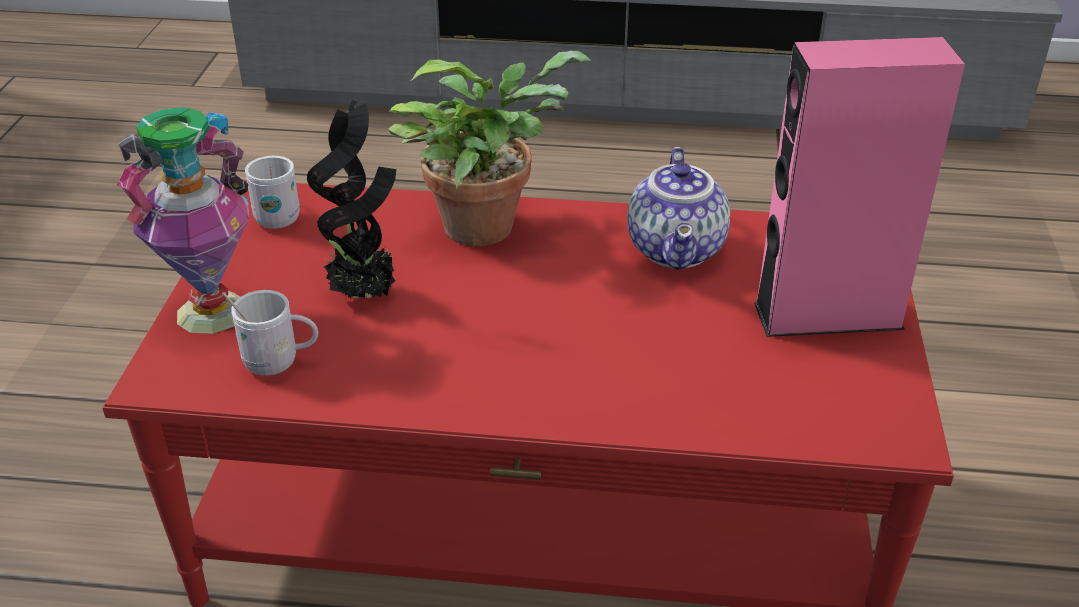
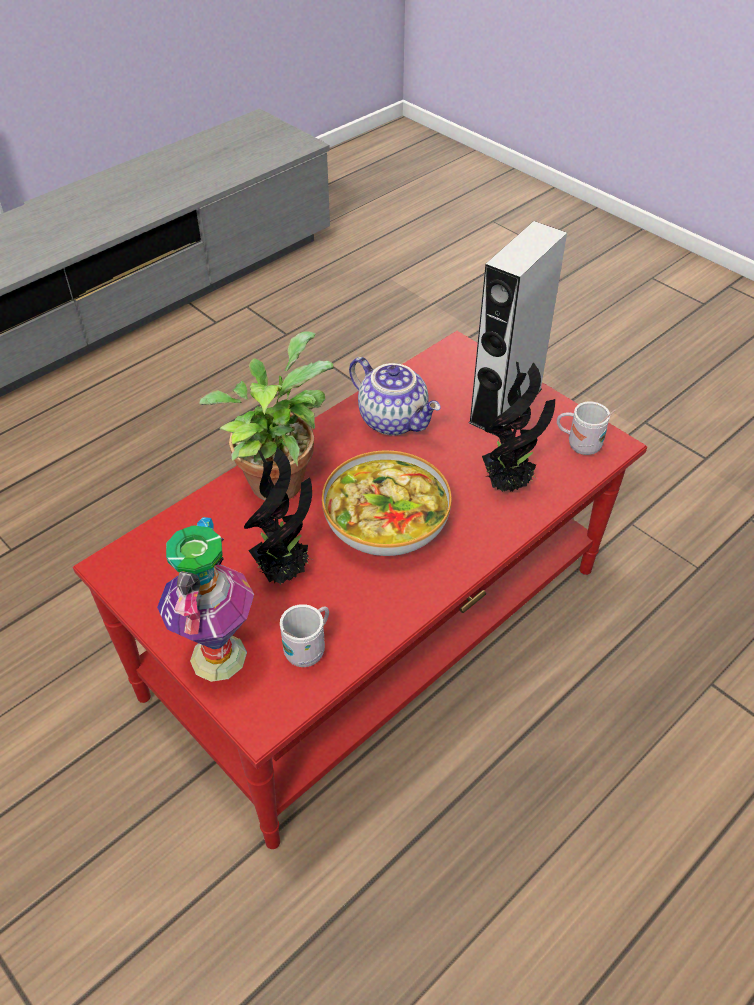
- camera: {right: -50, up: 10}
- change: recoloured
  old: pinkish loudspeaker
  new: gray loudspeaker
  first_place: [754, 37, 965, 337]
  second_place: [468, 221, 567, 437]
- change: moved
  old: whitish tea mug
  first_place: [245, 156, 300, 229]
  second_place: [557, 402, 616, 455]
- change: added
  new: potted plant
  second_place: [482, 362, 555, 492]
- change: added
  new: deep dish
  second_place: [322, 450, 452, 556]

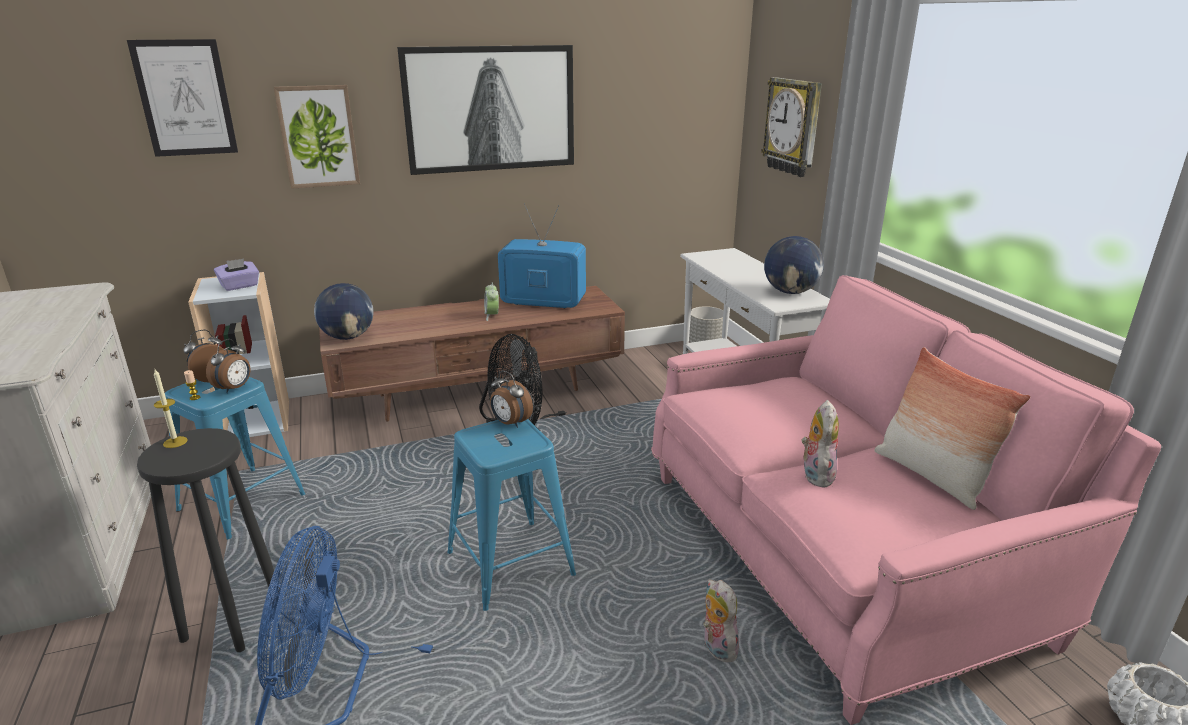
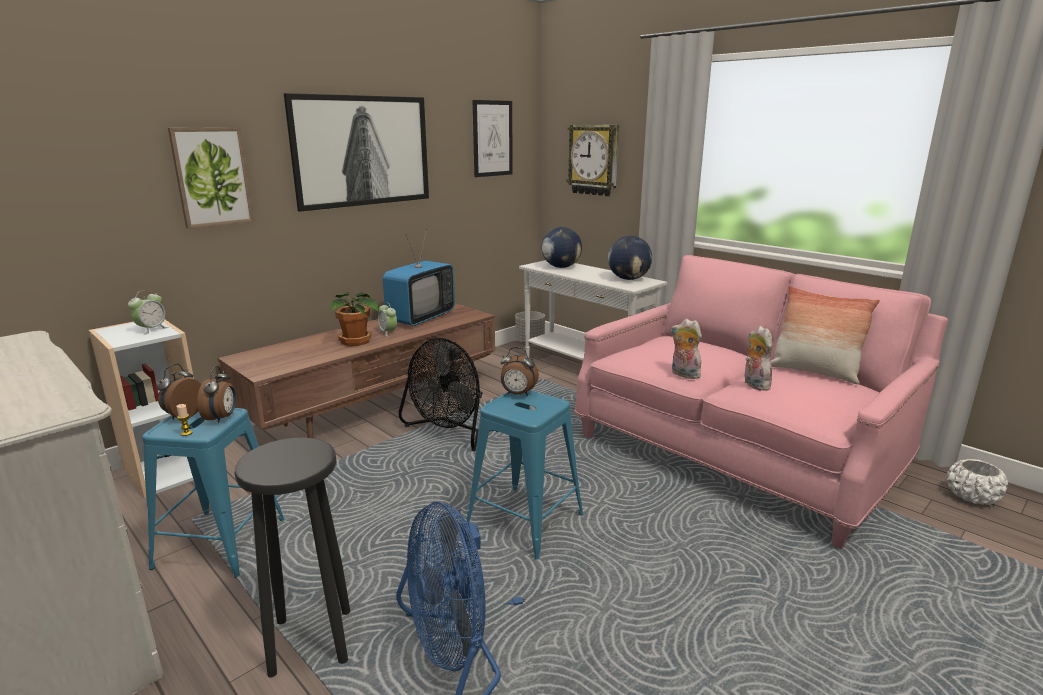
- camera: {right: -25, up: -5}
- change: moved
  old: wall art
  first_place: [127, 39, 238, 157]
  second_place: [473, 100, 513, 177]
- change: turned
  old: TV set
  first_place: [498, 203, 586, 309]
  second_place: [383, 229, 455, 326]
  degrees: 135
- change: replaced
  old: purplish box of tissues
  new: bedside clock
  first_place: [214, 258, 259, 291]
  second_place: [128, 290, 169, 335]
- change: moved
  old: globe
  first_place: [314, 283, 374, 340]
  second_place: [542, 227, 582, 268]
- change: removed
  old: candle
  first_place: [154, 369, 188, 448]
- change: moved
  old: plush toy
  first_place: [703, 580, 739, 662]
  second_place: [671, 319, 702, 379]
- change: added
  new: potted plant
  second_place: [330, 292, 379, 346]

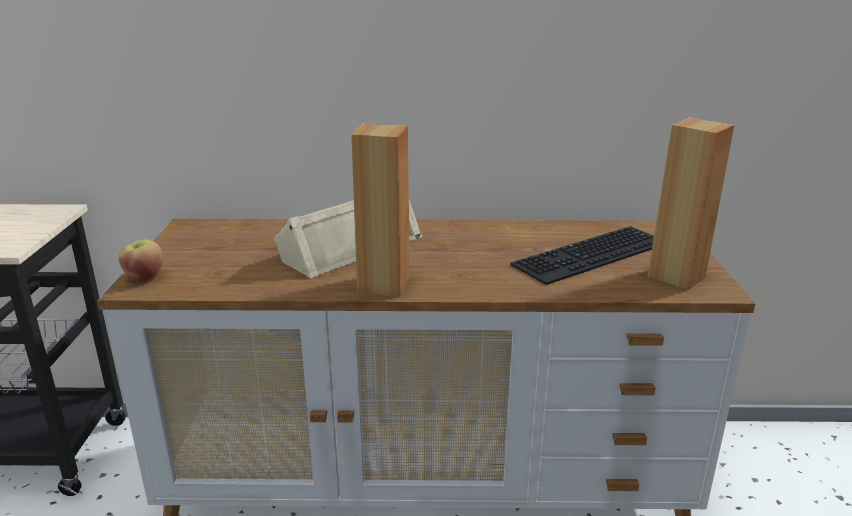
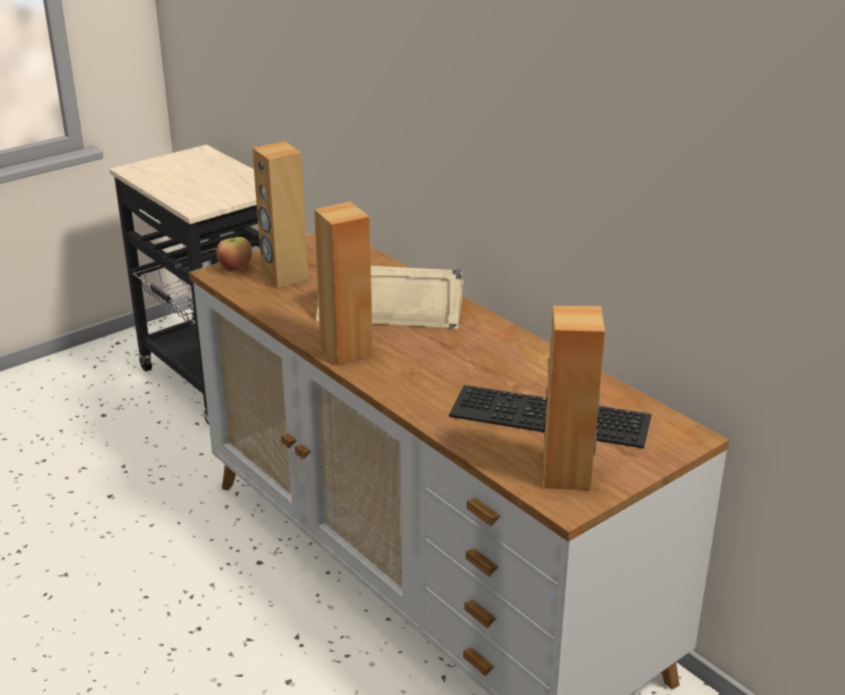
- camera: {right: 50, up: 5}
- change: added
  new: brown loudspeaker
  second_place: [252, 141, 309, 288]

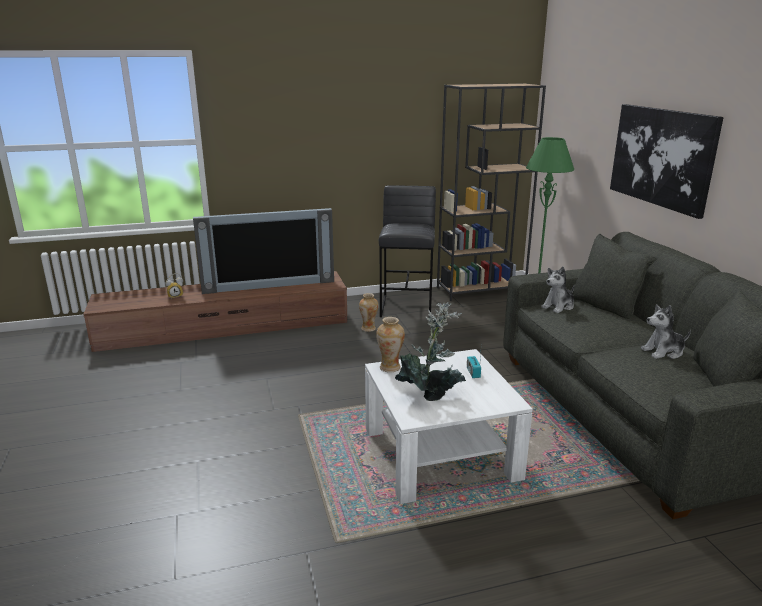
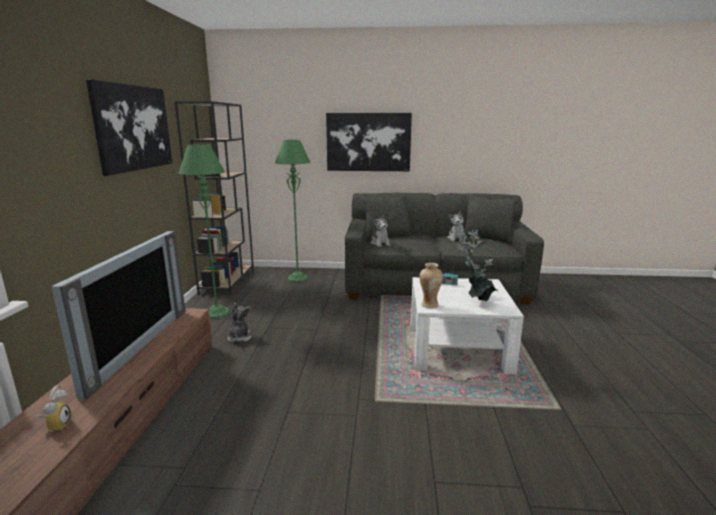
- camera: {right: -70, up: -5}
- change: replaced
  old: gray stool seat
  new: green-coloured standard lamp
  first_place: [379, 185, 436, 318]
  second_place: [178, 144, 230, 319]
- change: replaced
  old: decorative vase
  new: plush toy
  first_place: [359, 293, 379, 332]
  second_place: [228, 303, 252, 342]
- change: added
  new: wall art
  second_place: [86, 79, 172, 176]

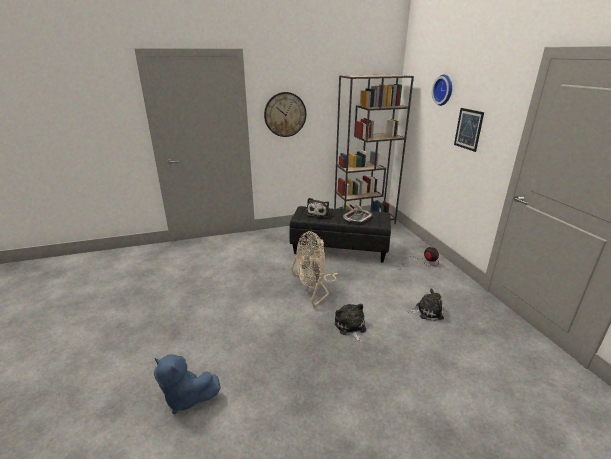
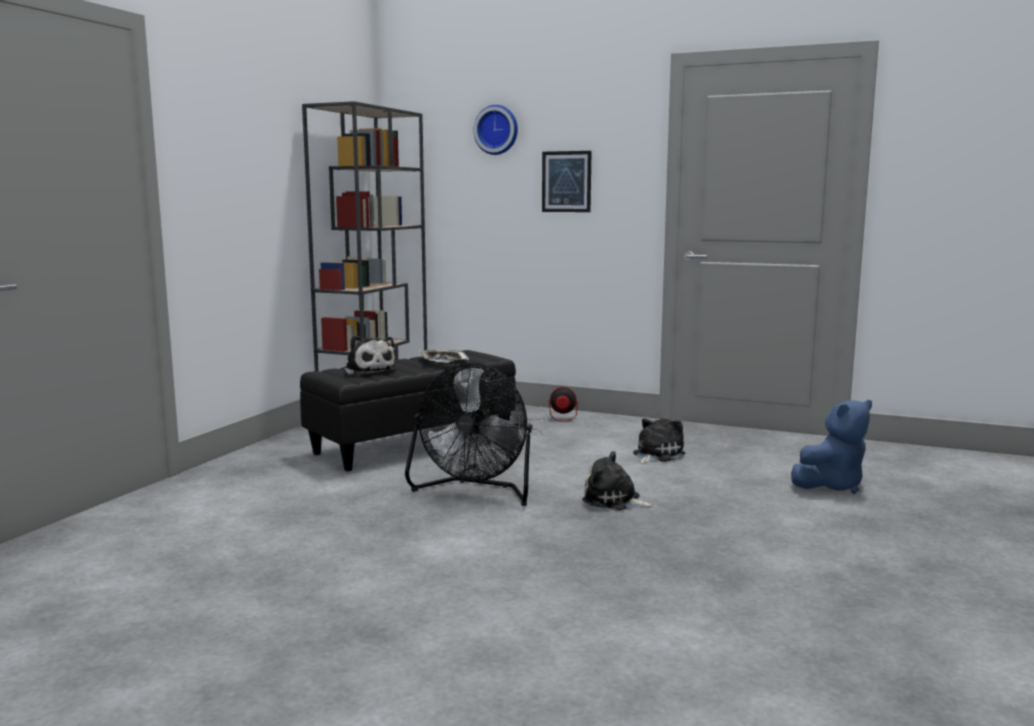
- camera: {right: -50, up: -15}
- change: removed
  old: wall clock
  first_place: [264, 92, 306, 137]
- change: recoloured
  old: beige-coloured electric fan
  new: black electric fan
  first_place: [291, 231, 339, 308]
  second_place: [405, 363, 532, 506]
- change: moved
  old: blue-coloured plush toy
  first_place: [154, 354, 221, 414]
  second_place: [791, 400, 872, 494]

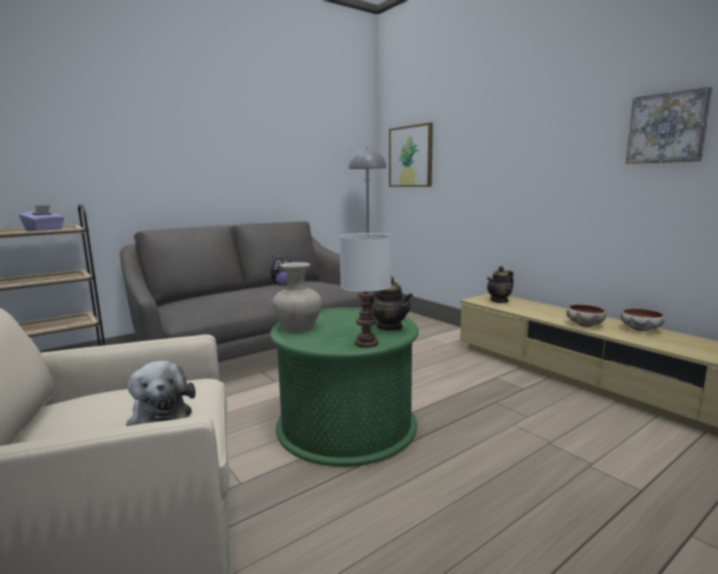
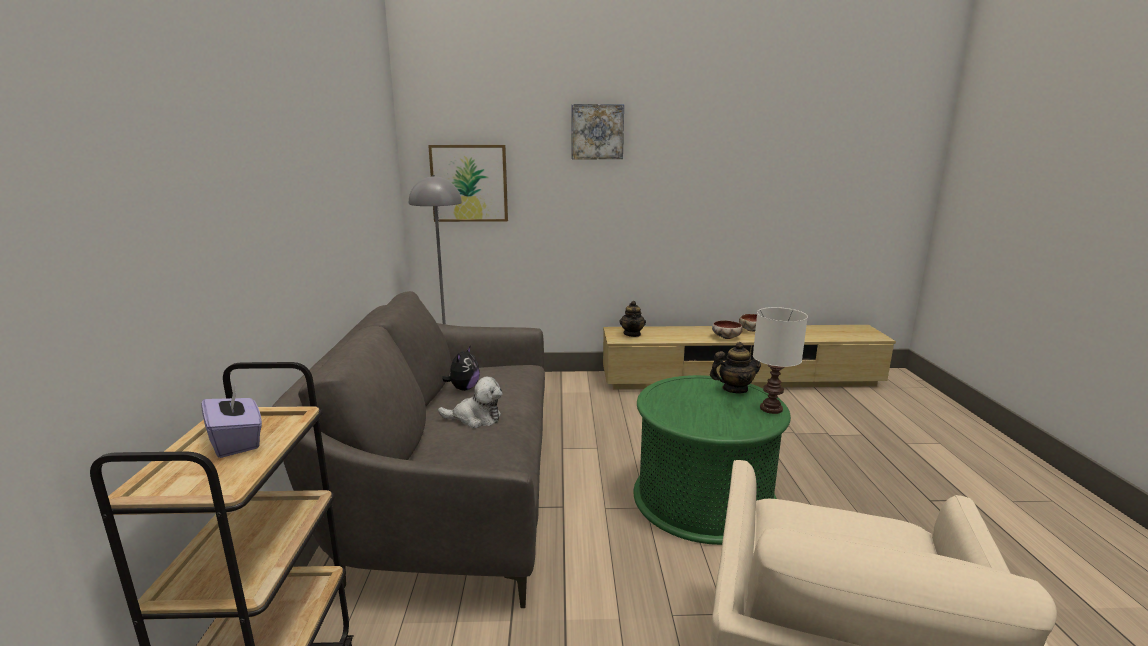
- camera: {right: -55, up: 5}
- change: moved
  old: wall art
  first_place: [626, 86, 712, 164]
  second_place: [572, 104, 624, 159]
- change: removed
  old: beige-coloured decorative vase
  first_place: [272, 262, 322, 332]
- change: moved
  old: plush toy
  first_place: [126, 361, 195, 426]
  second_place: [438, 377, 503, 428]

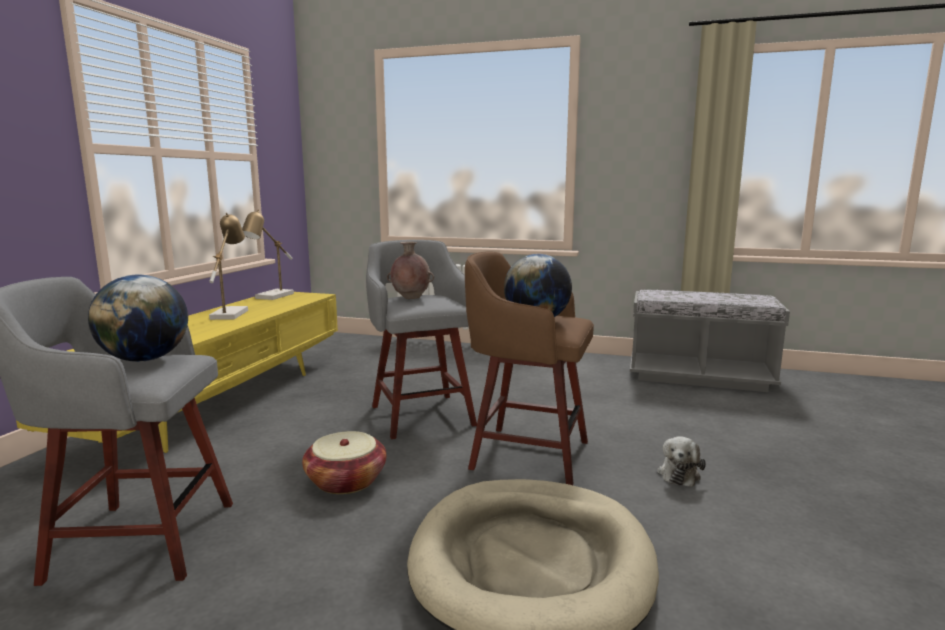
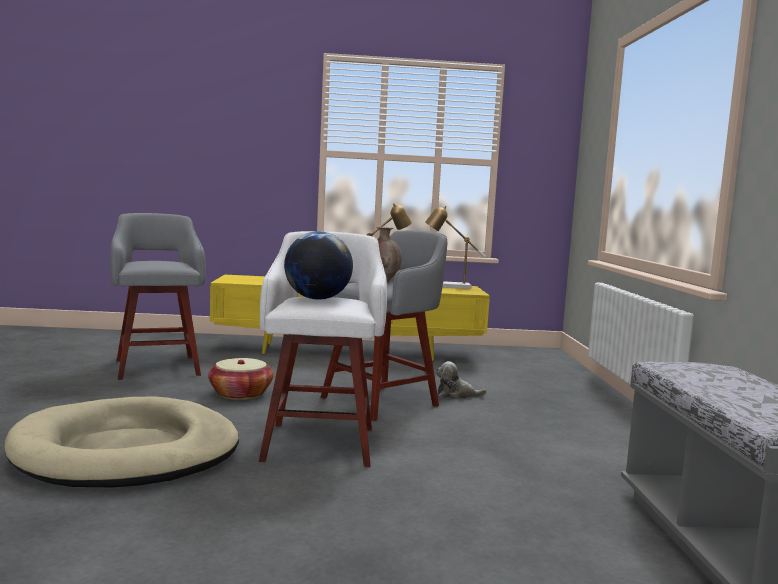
- camera: {right: 70, up: -5}
- change: recoloured
  old: brown stool seat
  new: whitish stool seat
  first_place: [465, 252, 594, 485]
  second_place: [259, 231, 387, 467]
- change: removed
  old: globe
  first_place: [88, 275, 188, 362]
- change: moved
  old: plush toy
  first_place: [657, 436, 706, 487]
  second_place: [436, 361, 486, 399]

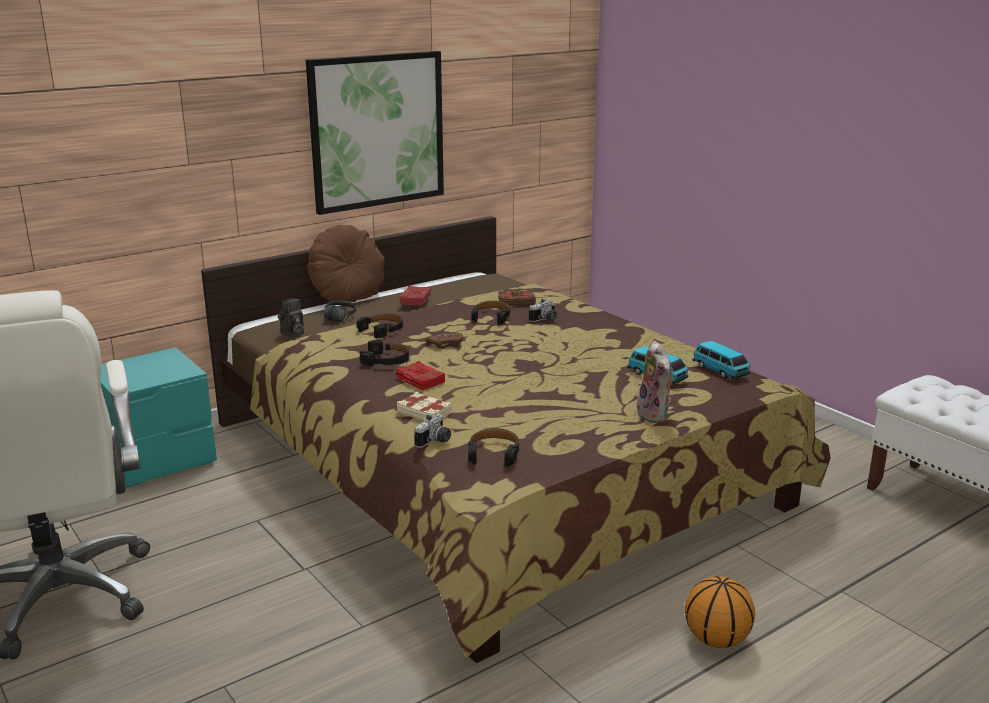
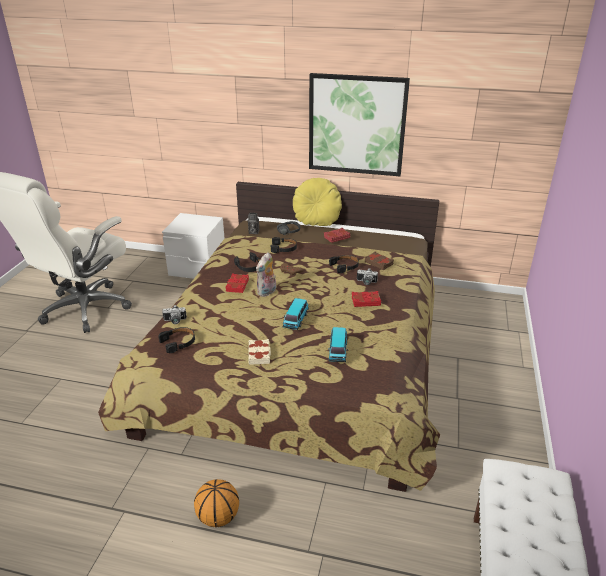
- camera: {right: 50, up: 10}
- change: recoloured
  old: brown pillow
  new: yellowish pillow
  first_place: [307, 225, 385, 302]
  second_place: [293, 178, 342, 226]
- change: moved
  old: plush toy
  first_place: [637, 341, 674, 423]
  second_place: [256, 252, 276, 297]
- change: moved
  old: miniature car
  first_place: [692, 341, 750, 379]
  second_place: [283, 298, 309, 330]
- change: recoloured
  old: turquoise nightstand
  new: whitish nightstand
  first_place: [101, 347, 217, 487]
  second_place: [162, 213, 225, 279]
- change: moved
  old: beige-coloured bound book
  first_place: [397, 392, 452, 421]
  second_place: [248, 339, 271, 365]
- change: added
  new: reddish bound book
  second_place: [352, 291, 381, 307]

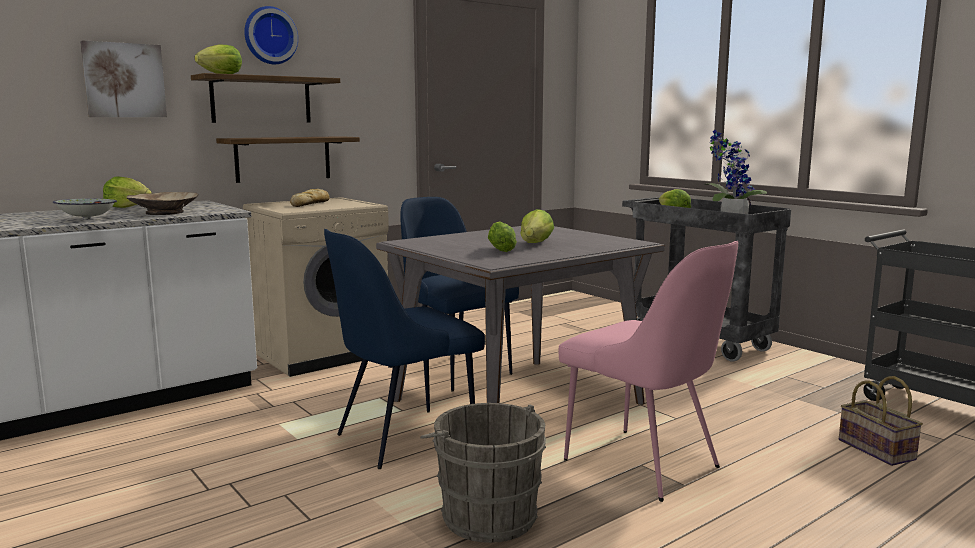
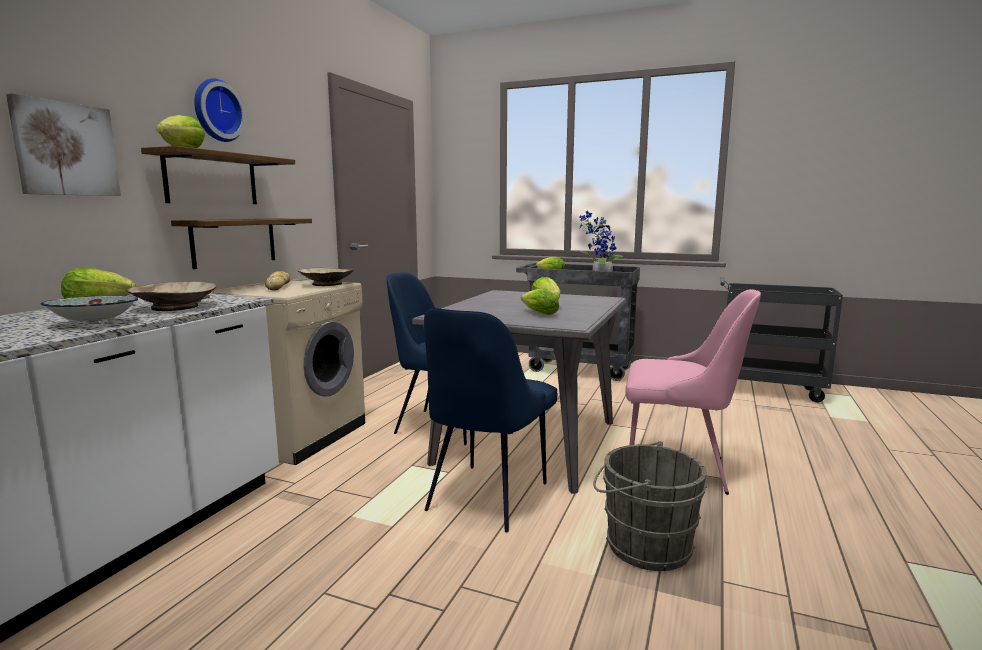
- camera: {right: -30, up: 0}
- change: removed
  old: household basket
  first_place: [839, 376, 923, 466]
- change: added
  new: beige-coloured deep dish
  second_place: [298, 268, 354, 286]

